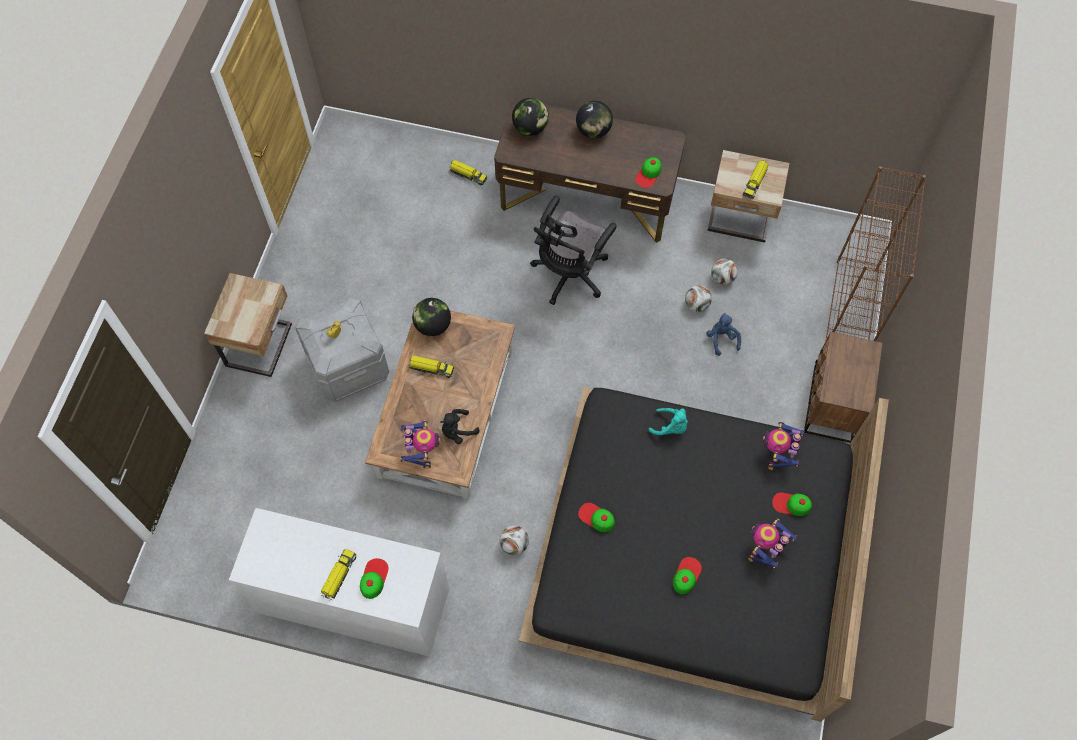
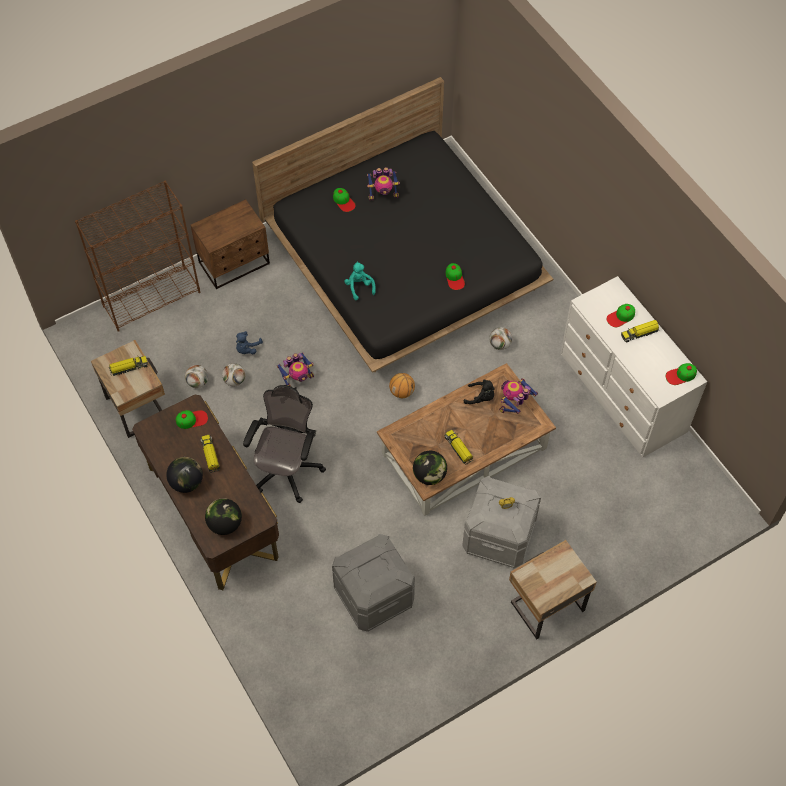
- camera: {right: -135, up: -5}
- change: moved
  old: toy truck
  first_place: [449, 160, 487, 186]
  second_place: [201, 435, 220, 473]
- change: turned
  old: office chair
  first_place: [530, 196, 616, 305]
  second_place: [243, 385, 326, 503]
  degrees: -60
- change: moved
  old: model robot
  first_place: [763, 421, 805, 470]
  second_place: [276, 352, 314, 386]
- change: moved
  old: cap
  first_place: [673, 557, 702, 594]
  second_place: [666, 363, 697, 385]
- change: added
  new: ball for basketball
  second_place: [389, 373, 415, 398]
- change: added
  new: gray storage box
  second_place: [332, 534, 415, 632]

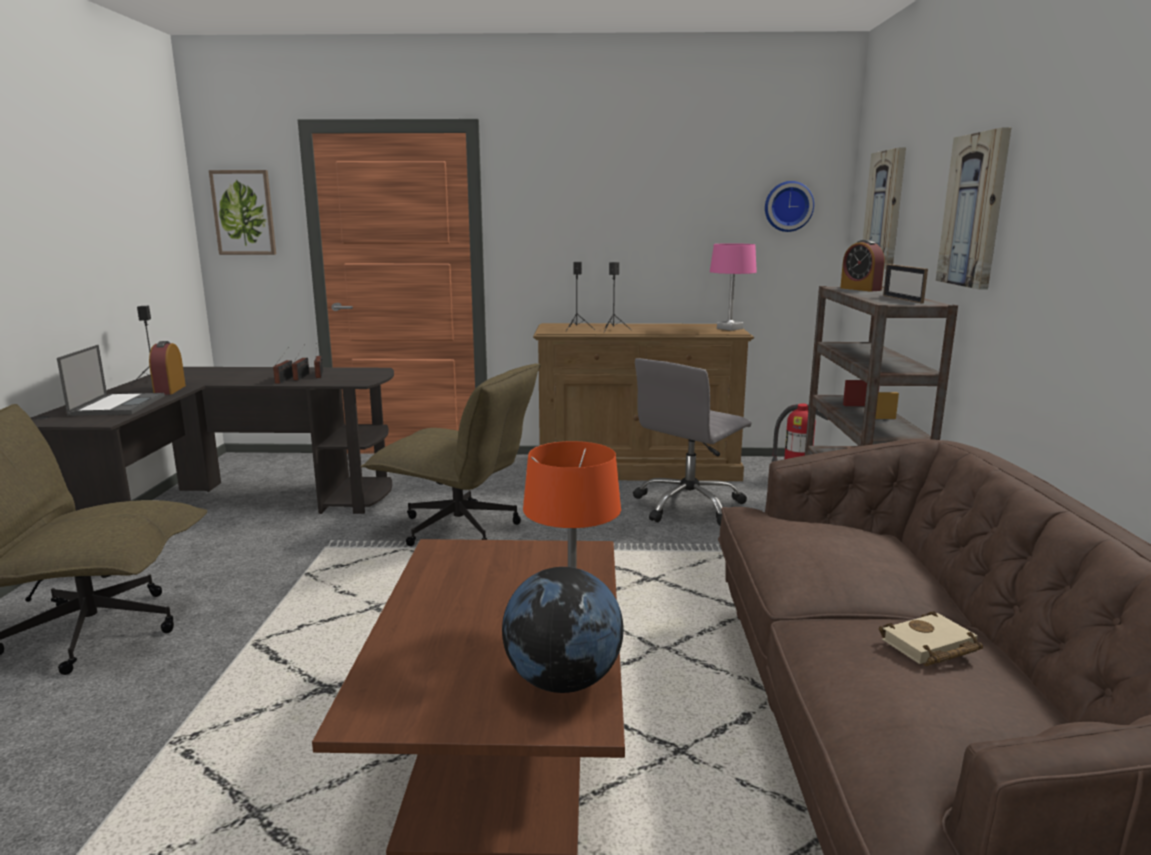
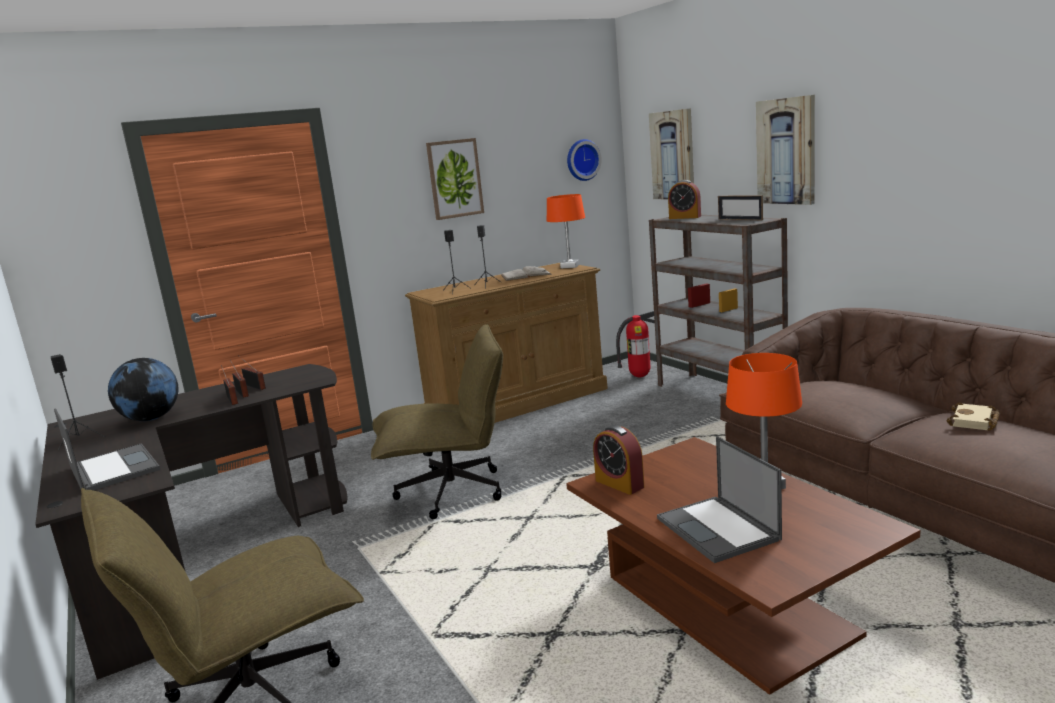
- camera: {right: -30, up: 0}
- change: moved
  old: wall art
  first_place: [209, 170, 276, 255]
  second_place: [426, 138, 484, 220]
- change: recoloured
  old: pinkish table lamp
  new: orange-coloured table lamp
  first_place: [710, 243, 757, 331]
  second_place: [547, 194, 585, 269]
- change: moved
  old: bedside clock
  first_place: [149, 341, 186, 395]
  second_place: [593, 425, 645, 495]
- change: removed
  old: gray office chair
  first_place: [633, 358, 752, 526]
- change: moved
  old: globe
  first_place: [502, 567, 624, 693]
  second_place: [108, 358, 178, 421]
- change: added
  new: whitish bound book
  second_place: [501, 266, 552, 281]
- change: added
  new: portable computer
  second_place: [657, 436, 782, 563]

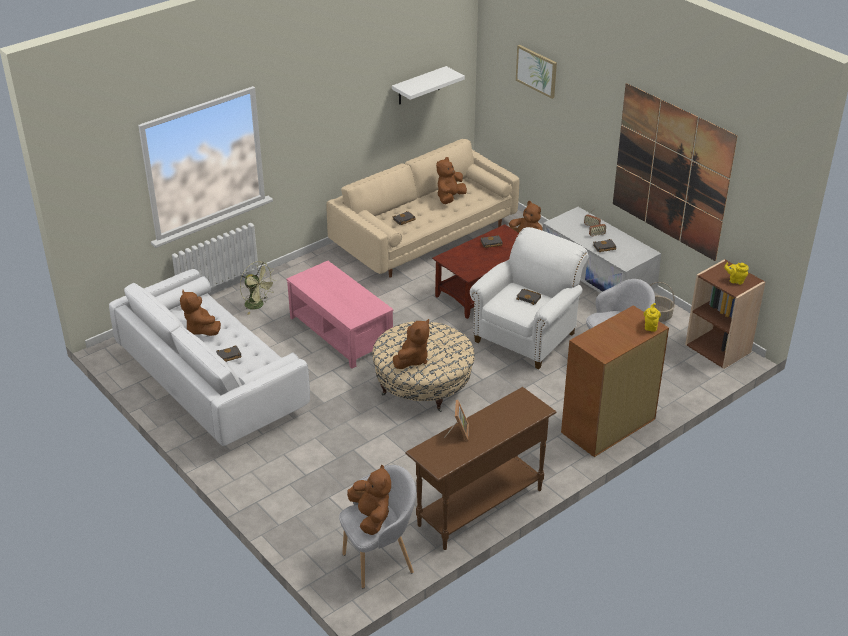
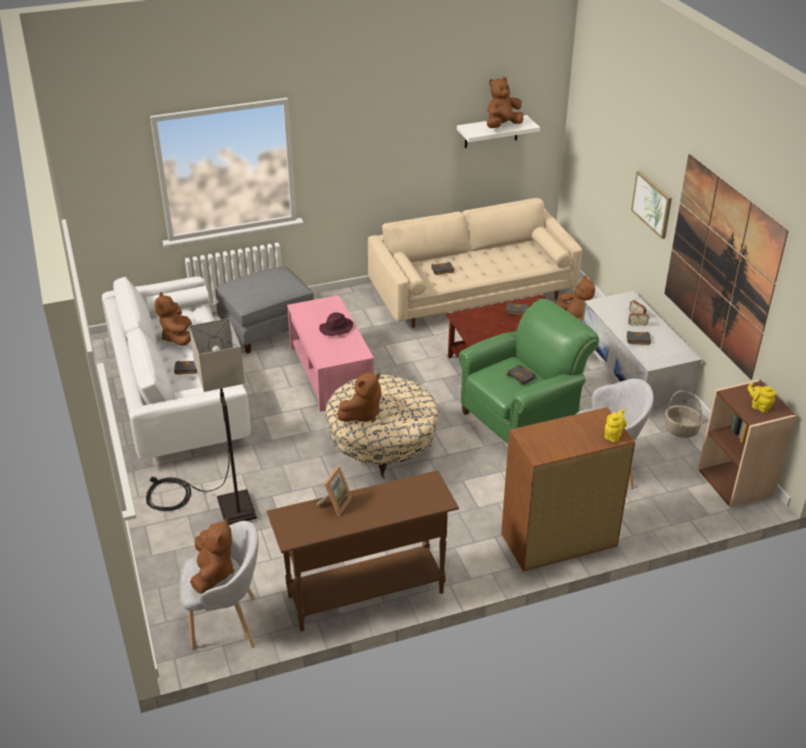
- camera: {right: 20, up: 0}
- change: moved
  old: wall art
  first_place: [516, 45, 557, 99]
  second_place: [631, 171, 672, 239]
- change: moved
  old: brown plush toy
  first_place: [436, 157, 467, 204]
  second_place: [487, 77, 523, 128]
- change: recoloured
  old: whitish armchair
  new: green-coloured armchair
  first_place: [470, 227, 589, 369]
  second_place: [458, 298, 599, 444]
- change: replaced
  old: green-coloured electric fan
  new: gray pouffe
  first_place: [240, 261, 276, 315]
  second_place: [215, 266, 314, 354]
- change: added
  new: purplish clothing hat
  second_place: [319, 312, 354, 336]
- change: added
  new: standard lamp
  second_place: [146, 318, 257, 525]

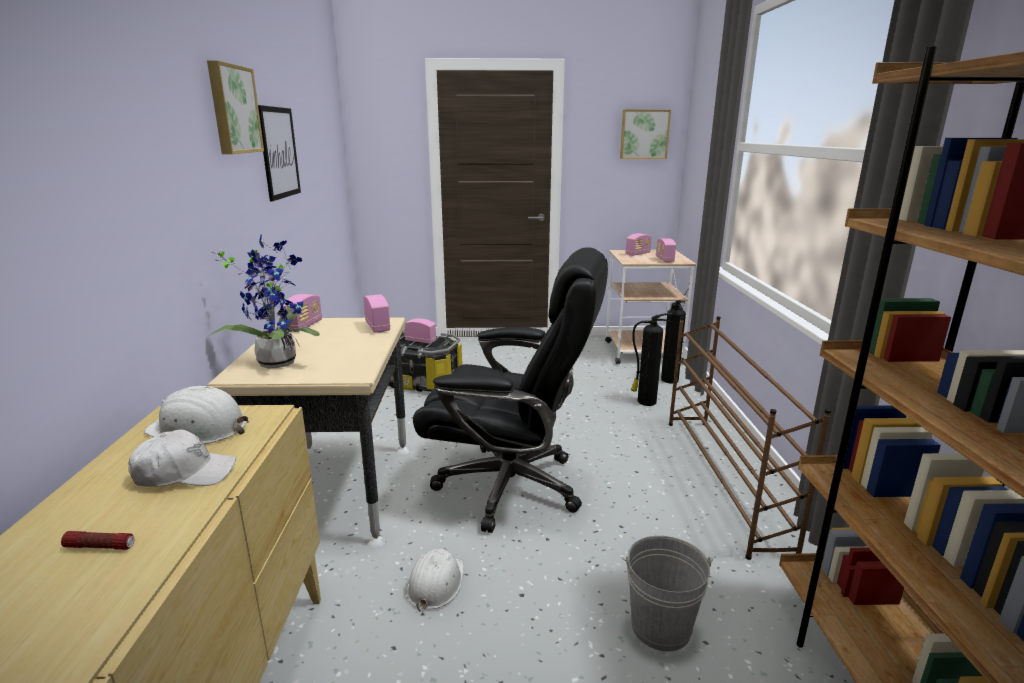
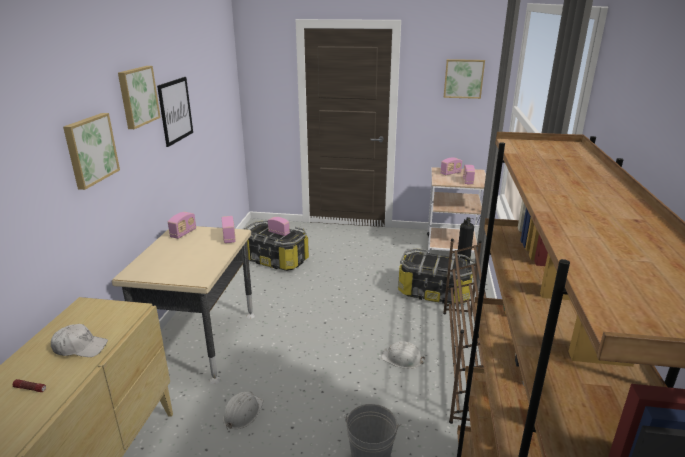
- camera: {right: 10, up: 5}
- change: removed
  old: potted plant
  first_place: [208, 235, 320, 369]
- change: removed
  old: black office chair
  first_place: [413, 247, 608, 533]
- change: replaced
  old: fire-fighting cylinder
  new: storage box
  first_place: [631, 313, 673, 406]
  second_place: [398, 248, 475, 304]
- change: moved
  old: whitish hard hat
  first_place: [144, 386, 249, 444]
  second_place: [381, 341, 425, 369]
- change: added
  new: wall art
  second_place: [63, 113, 120, 190]

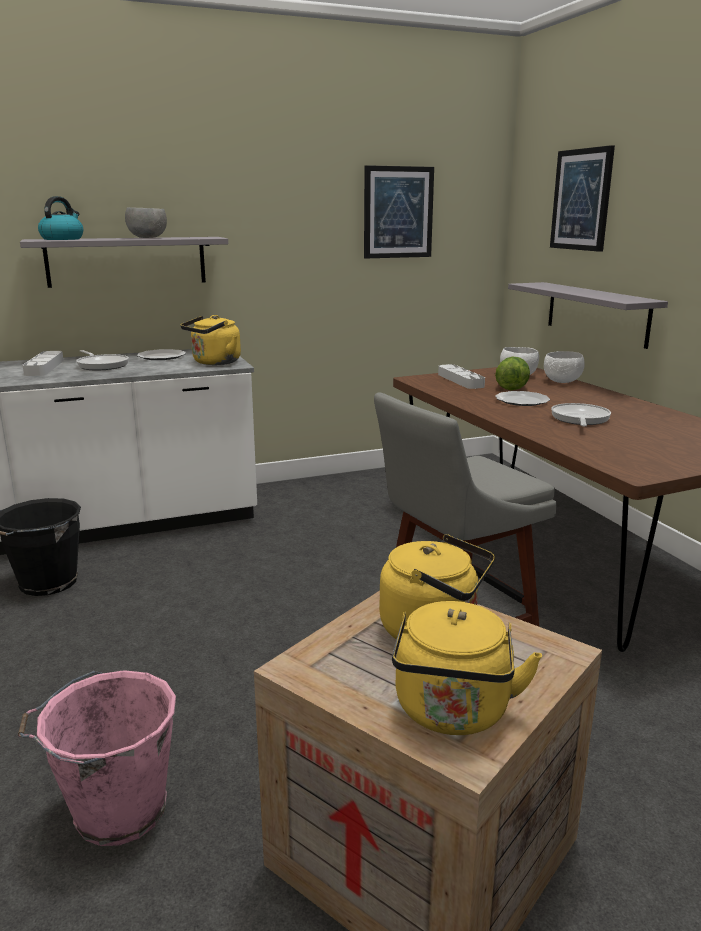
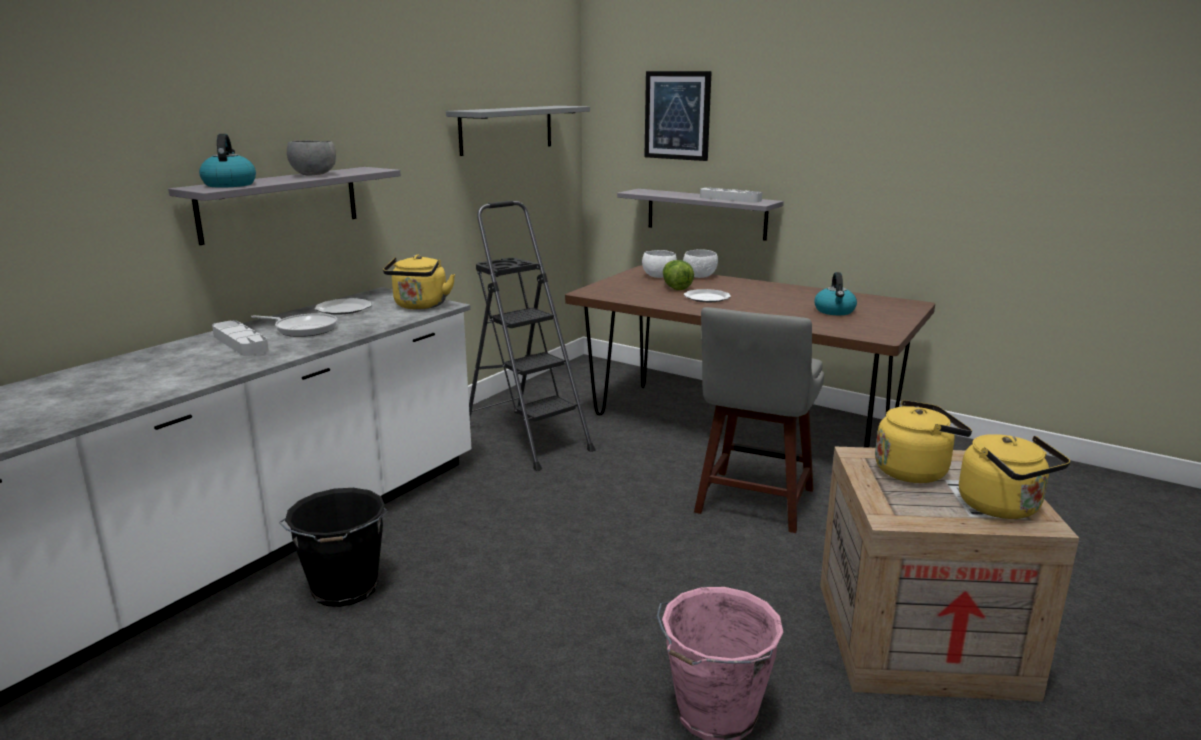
- camera: {right: -35, up: 0}
- change: replaced
  old: wall art
  new: gray bracket shelf
  first_place: [364, 165, 434, 258]
  second_place: [446, 106, 590, 156]
- change: moved
  old: gray tray
  first_place: [438, 364, 485, 389]
  second_place: [700, 188, 762, 203]
- change: removed
  old: skillet
  first_place: [551, 403, 611, 426]
- change: added
  new: step ladder
  second_place: [469, 200, 596, 471]
- change: added
  new: kettle
  second_place: [814, 272, 857, 315]

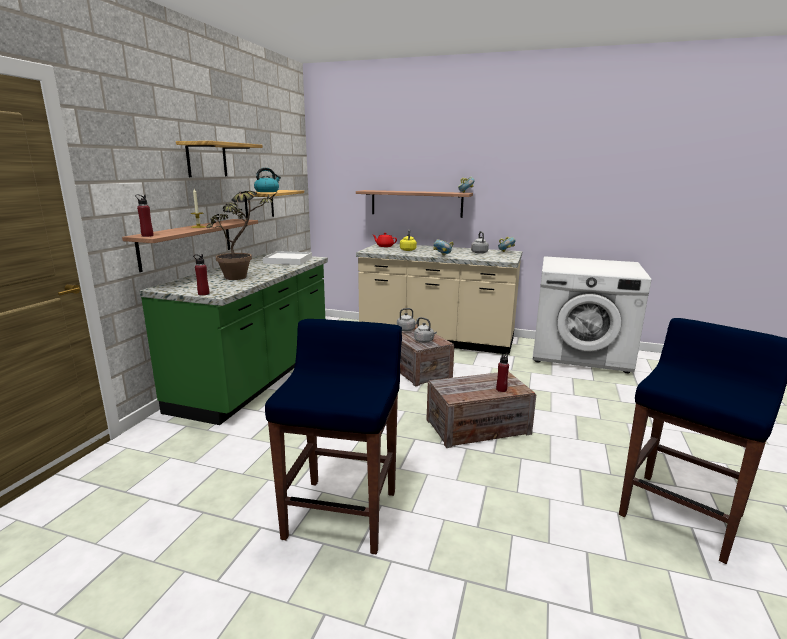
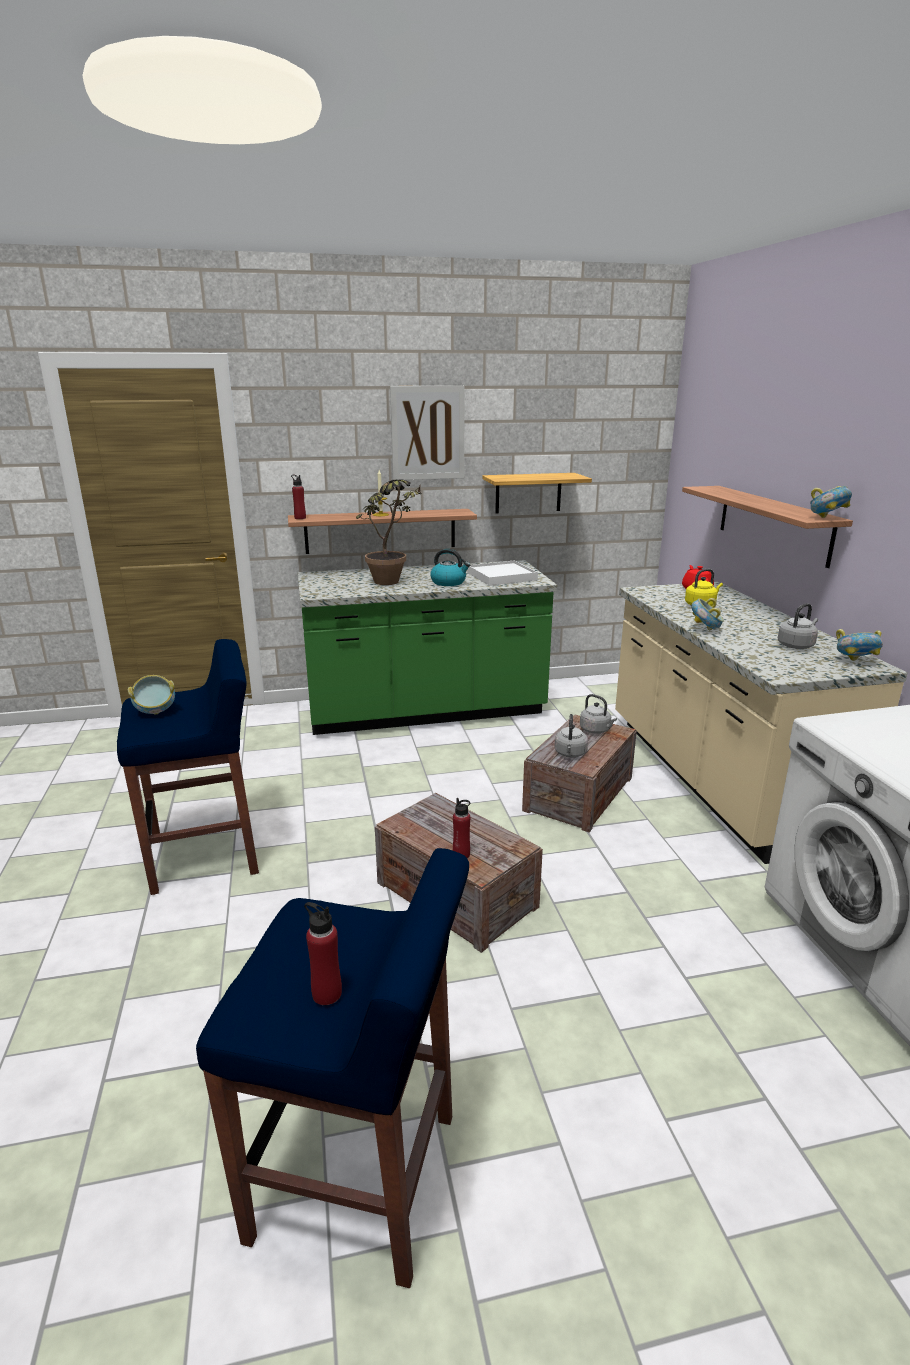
- camera: {right: 60, up: 5}
- change: replaced
  old: bracket shelf
  new: wall art
  first_place: [176, 141, 263, 177]
  second_place: [390, 386, 465, 480]
- change: moved
  old: kettle
  first_place: [254, 168, 281, 192]
  second_place: [430, 549, 470, 586]
- change: moved
  old: reddish drink bottle
  first_place: [193, 254, 209, 295]
  second_place: [304, 902, 342, 1005]
- change: added
  new: deep dish
  second_place: [128, 675, 175, 715]

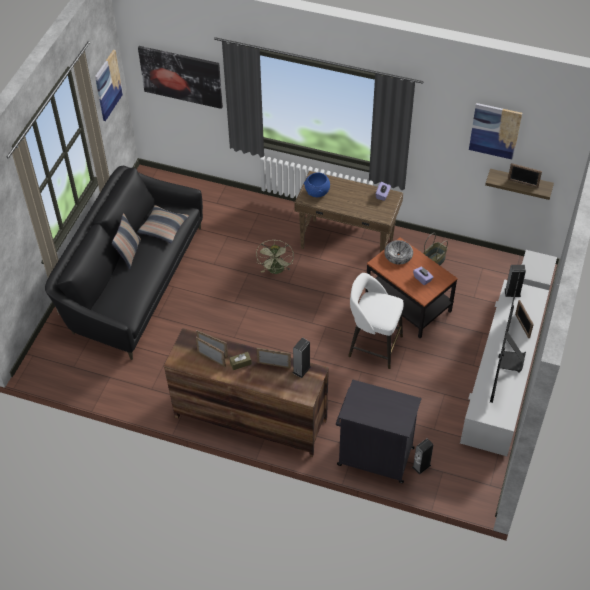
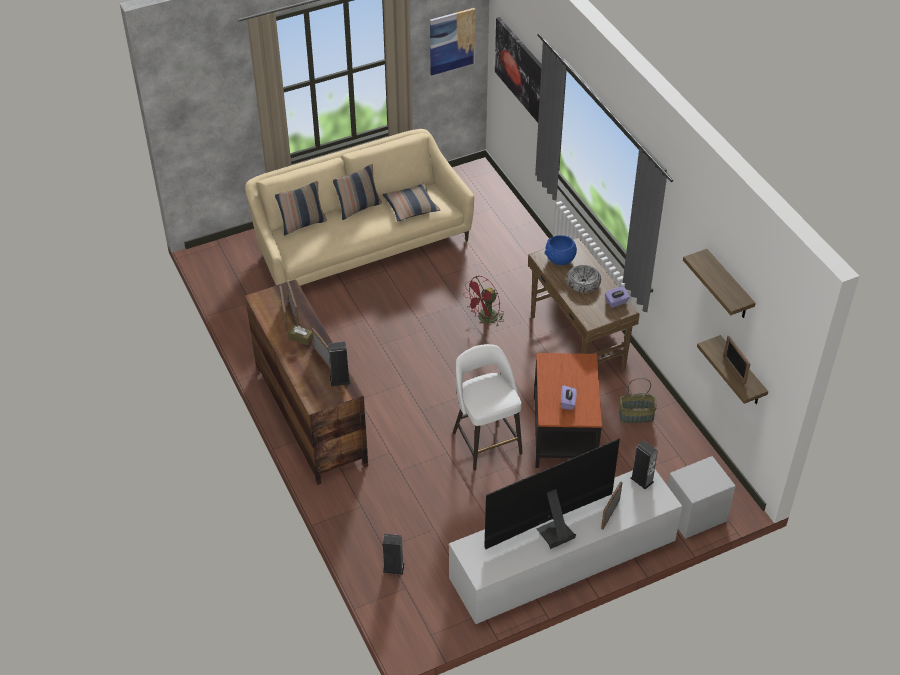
- camera: {right: 45, up: -5}
- change: replaced
  old: wall art
  new: bracket shelf
  first_place: [469, 103, 522, 160]
  second_place: [683, 249, 756, 318]
- change: recoloured
  old: black couch
  new: beige-coloured couch
  first_place: [45, 166, 203, 360]
  second_place: [245, 129, 474, 286]
- change: recoloured
  old: green-coloured electric fan
  new: reddish electric fan
  first_place: [256, 240, 294, 274]
  second_place: [463, 276, 504, 326]
- change: moved
  old: deep dish
  first_place: [384, 240, 413, 264]
  second_place: [567, 265, 601, 293]
- change: removed
  old: black cabinet
  first_place: [336, 380, 422, 483]
- change: added
  new: pillow
  second_place: [275, 181, 327, 235]

